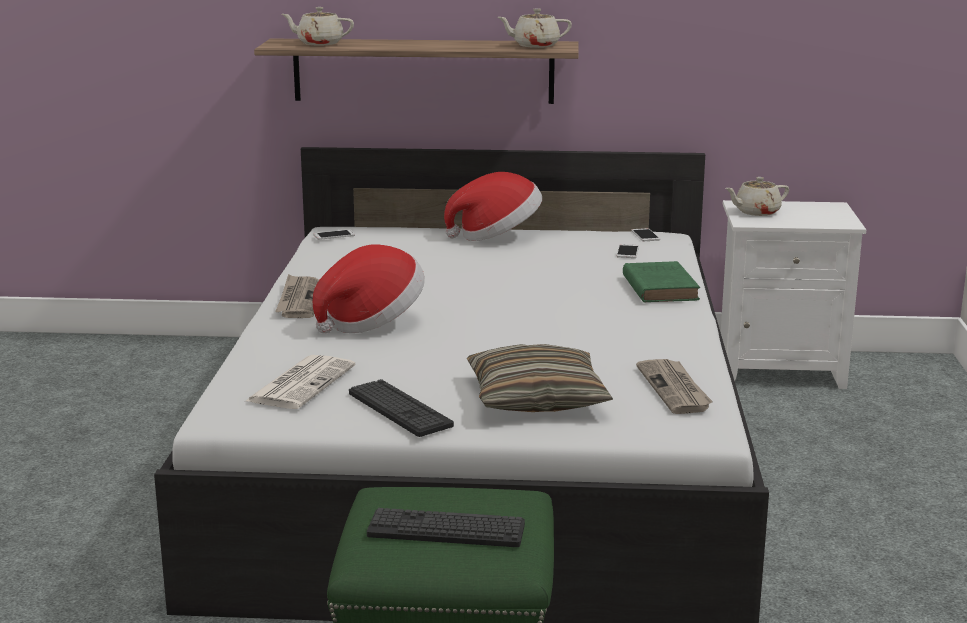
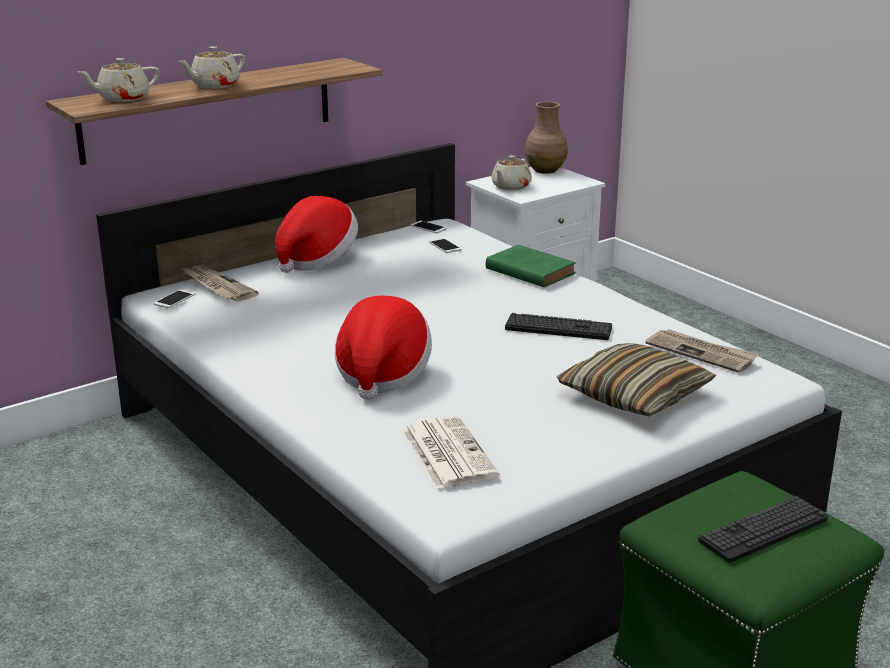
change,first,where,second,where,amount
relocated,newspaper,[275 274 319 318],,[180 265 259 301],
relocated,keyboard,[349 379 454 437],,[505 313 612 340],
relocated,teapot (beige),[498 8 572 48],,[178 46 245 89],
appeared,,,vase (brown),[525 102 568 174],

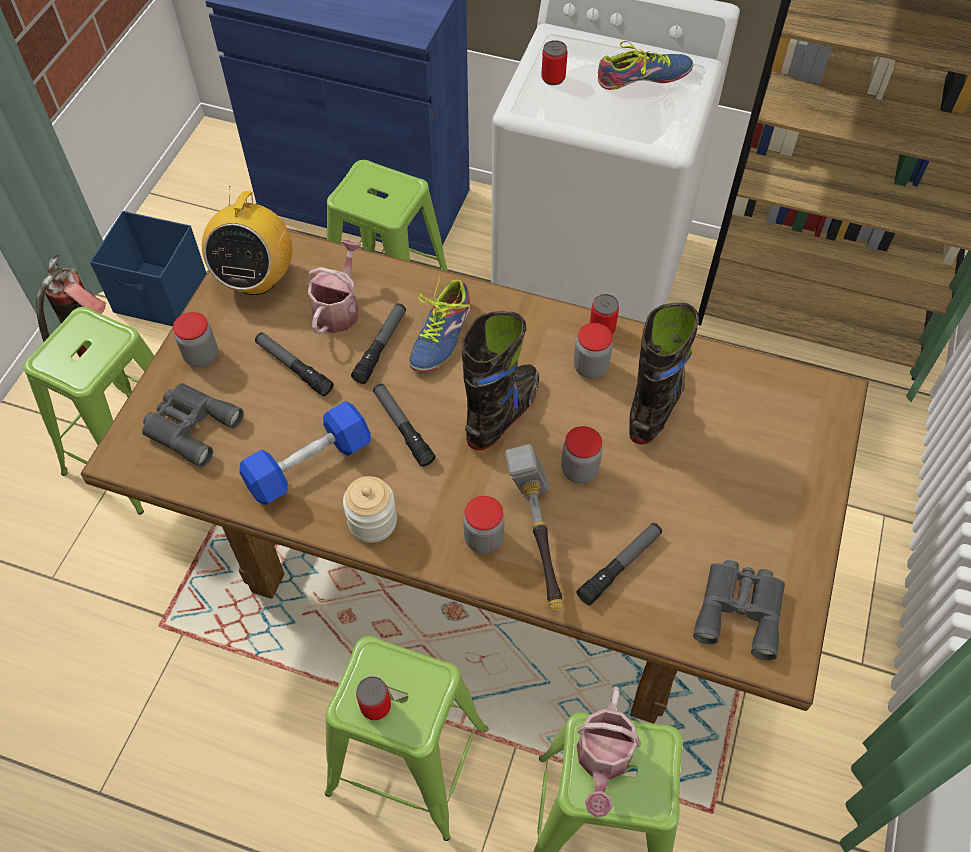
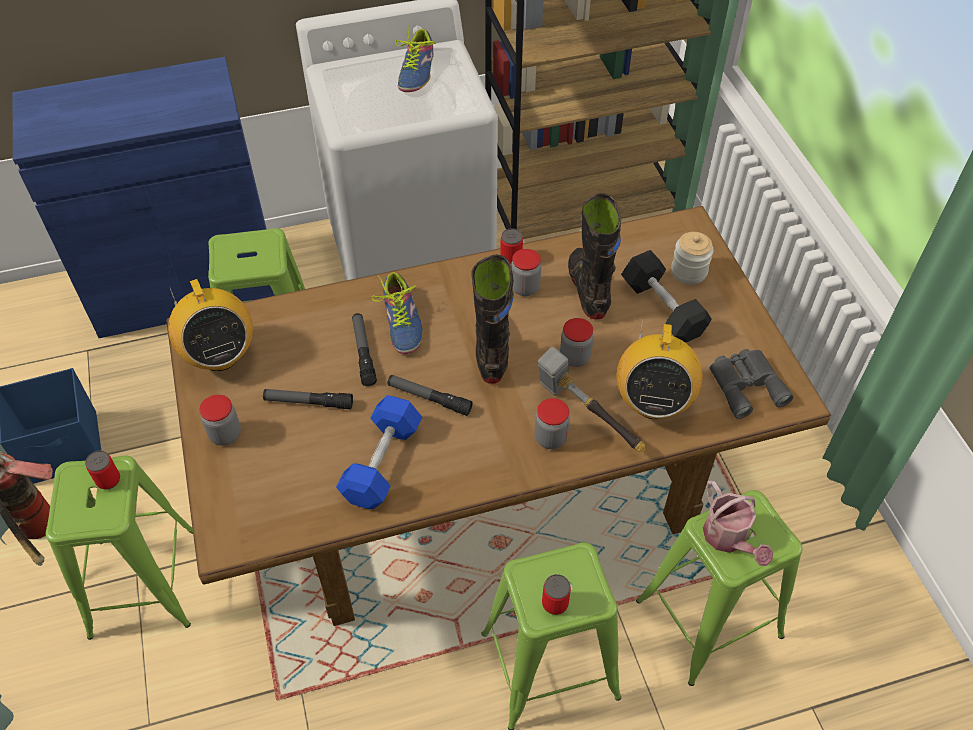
change,first,where,second,where,amount
missing,binoculars (grey),[142 383 244 467],,,
missing,watering can,[306 240 362 335],,,
relocated,jar,[343 476 397 543],,[671 232 714 284],
relocated,can,[541 40 568 85],,[85 451 120 490],
exchanged,flashlight,[576 523 662 605],radio,[616 318 702 419],
spun,shoe,[598 41 693 90],,[395 26 435 92],150 degrees clockwise
appeared,,,dumbbell (black),[621 250 712 343],

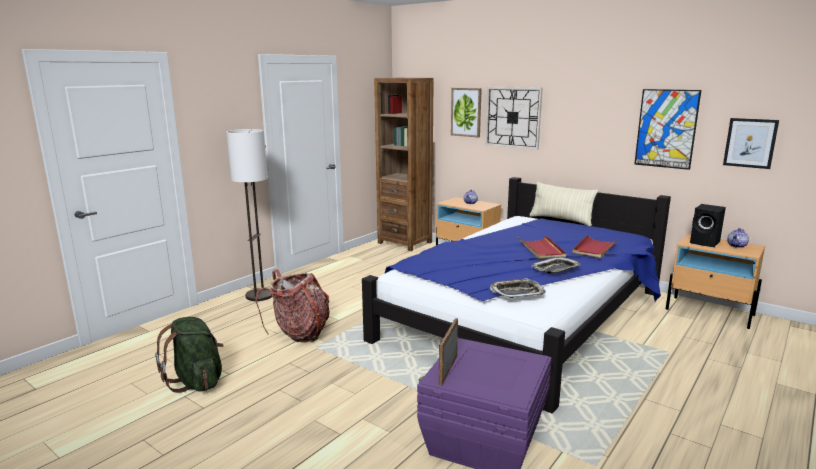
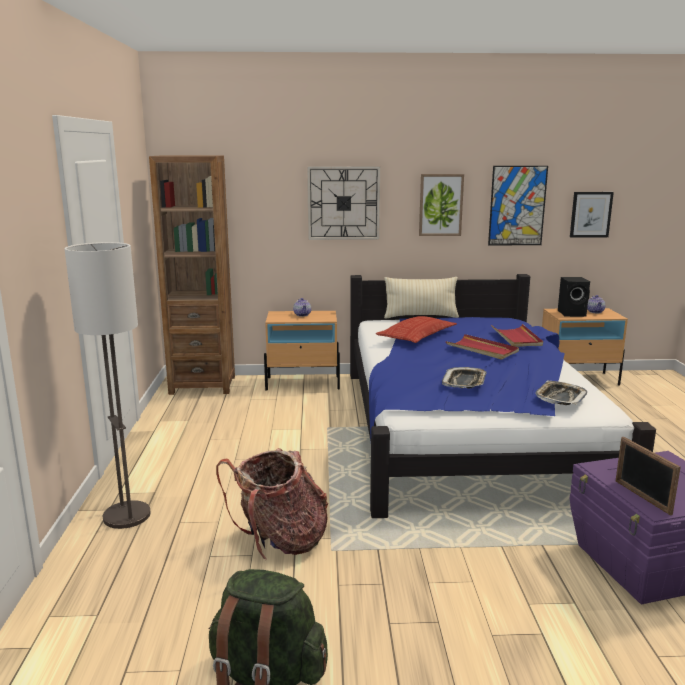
change,first,where,second,where,amount
relocated,picture,[451 88 482 138],,[419 174 464 236],
relocated,tray,[531 257 580 274],,[442 367 487 388],
appeared,,,pillow,[376 316 457 343],

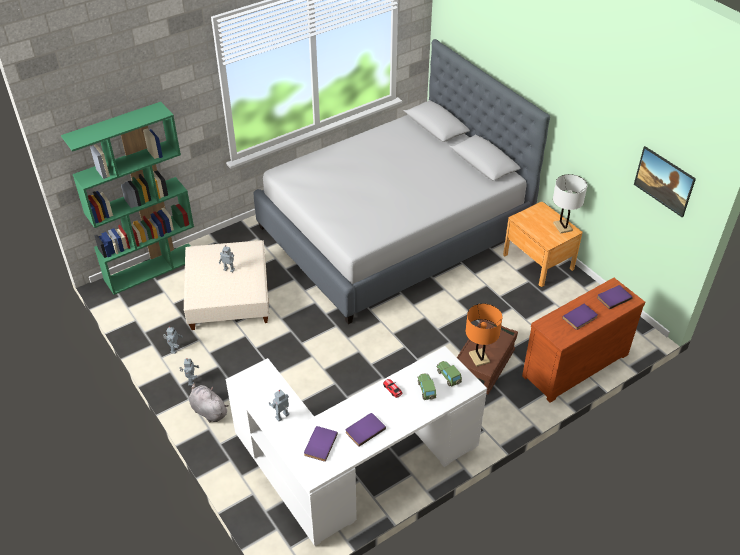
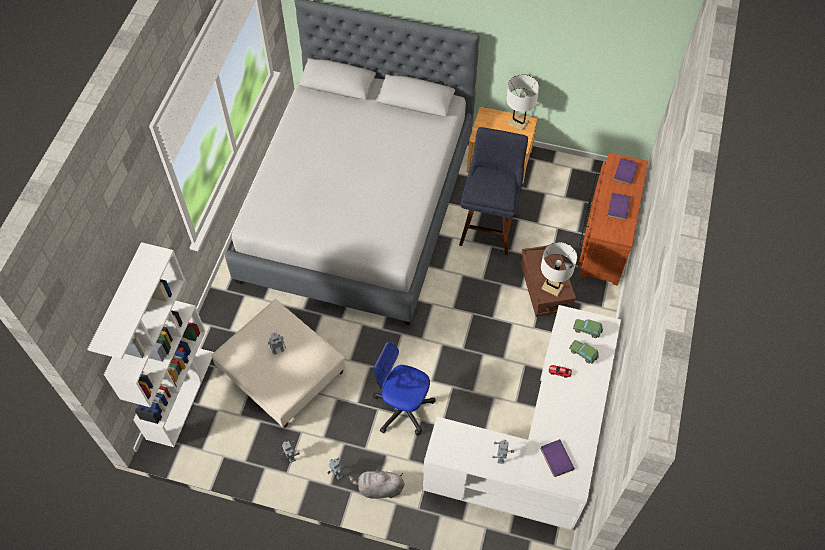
change,first,where,second,where,amount
colour,bookcase (green),[61 102 194 295],bookcase (white),[87 242 214 447],
missing,book (purple),[346 413 386 447],,,
colour,table lamp (orange),[465 304 502 367],table lamp (white),[541 242 577 297],
missing,picture,[634 146 696 217],,,
appeared,,,office chair,[373 342 436 435],
appeared,,,stool (blue),[459 127 528 255],

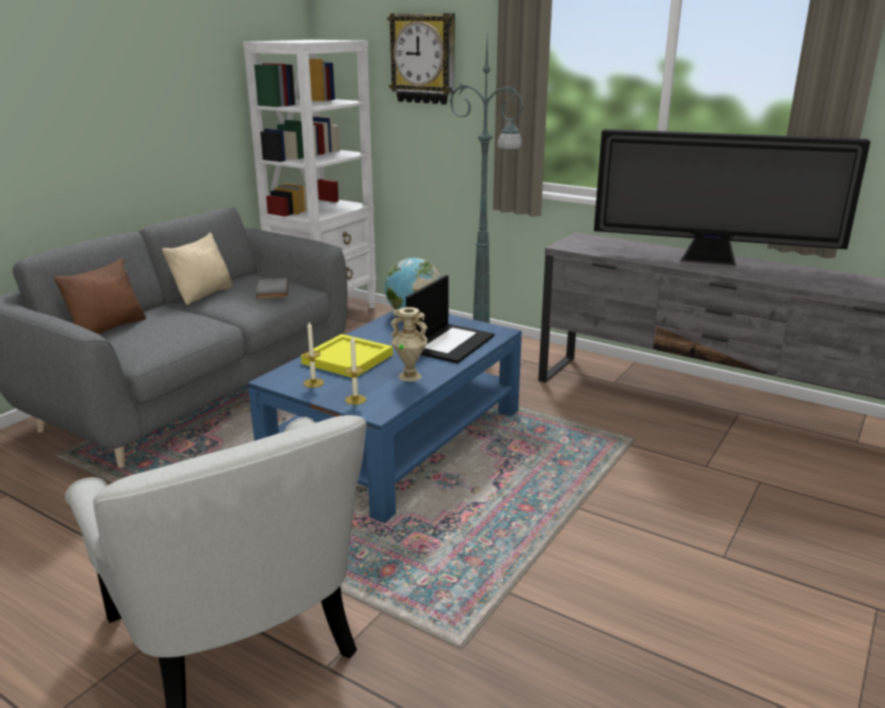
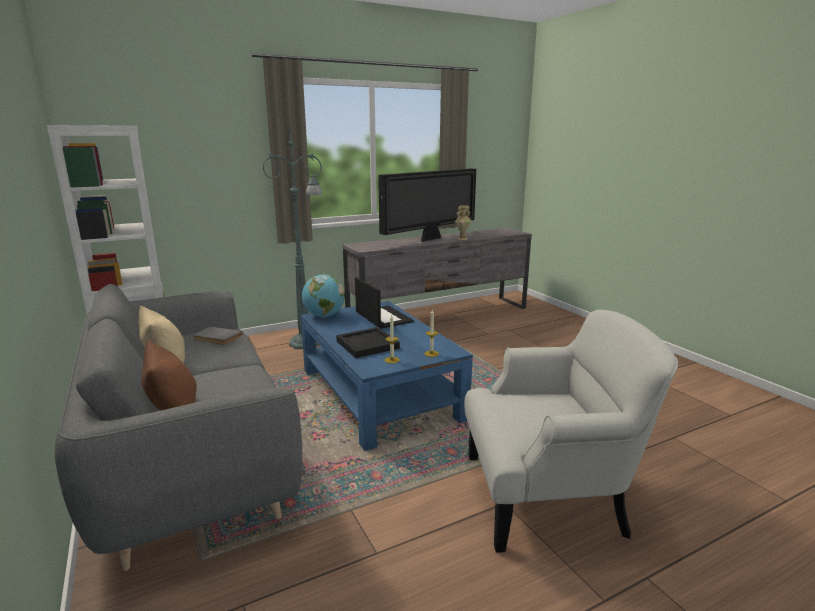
change,first,where,second,where,amount
colour,tray (yellow),[301 334 393 377],tray (black),[336 327 400 358],
missing,wall clock,[387 13 455 105],,,
relocated,vase (beige),[391 307 428 382],,[455 205 471 240],

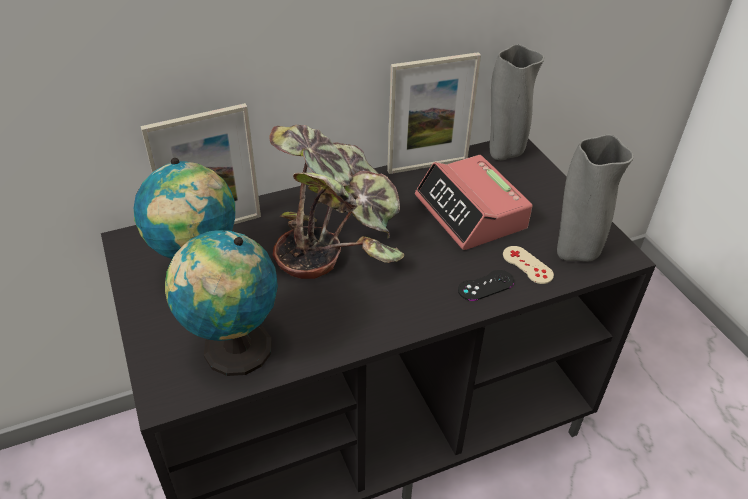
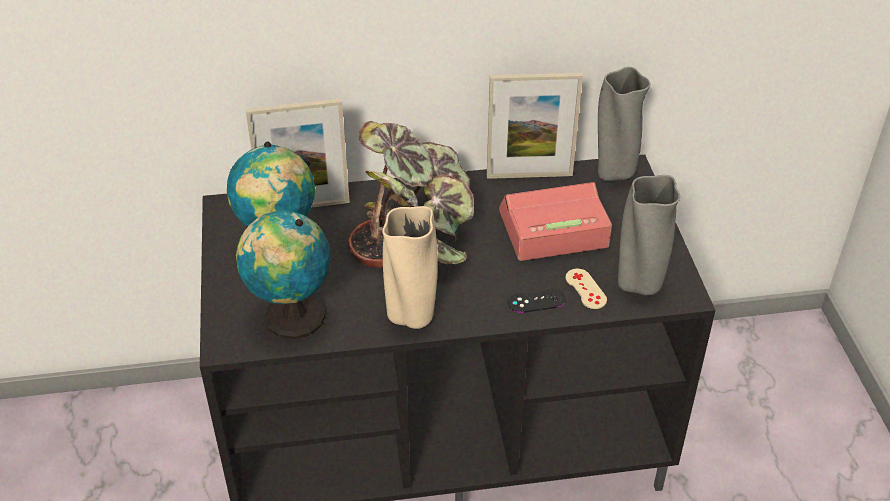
change,first,where,second,where,amount
spun,alarm clock,[415 155 533 250],,[499 182 612 261],90 degrees clockwise
appeared,,,vase (beige),[382 206 438 329],

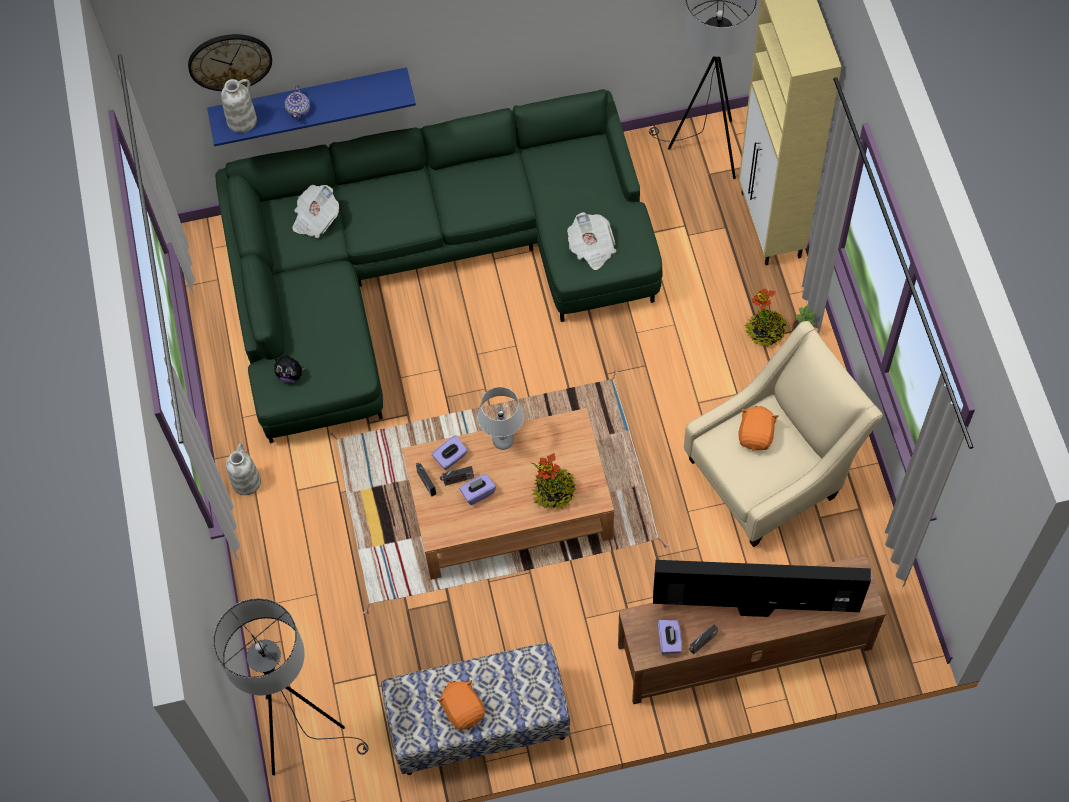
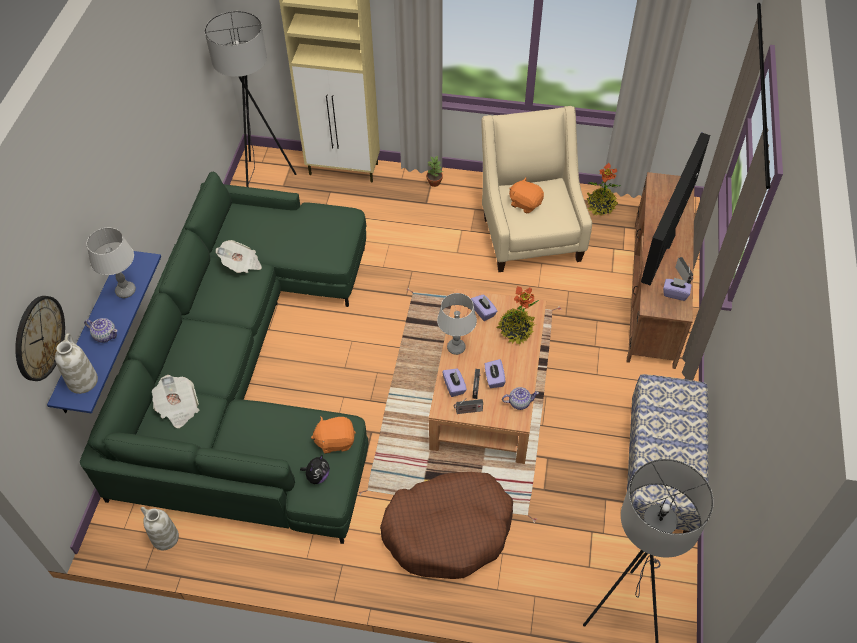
change,first,where,second,where,amount
relocated,vase (white),[226 443 261 495],,[140 507 179 550],
relocated,plush toy (orange),[437 680 485 730],,[311 416 356 454],
relocated,newspaper,[567 212 616 270],,[216 240 262 273],
relocated,potted plant,[744 288 787 347],,[587 163 621 215],
appeared,,,table lamp (grey),[87 228 136 298],
appeared,,,dog bed (brown),[380 472 513 579],
appeared,,,tissue box (purple),[471 294 497 321],
appeared,,,teapot,[502 387 539 410],

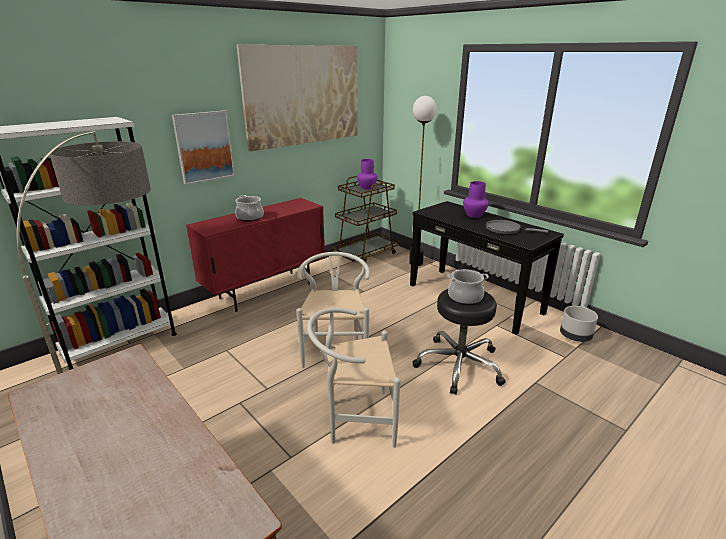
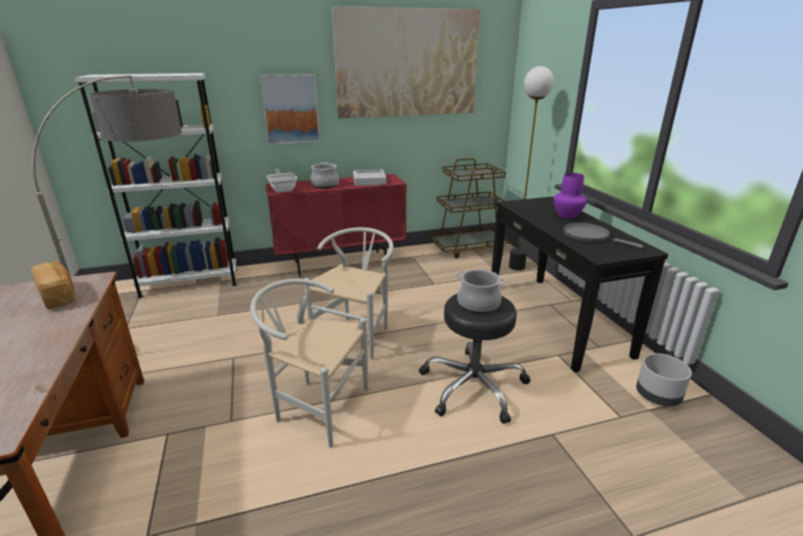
change,first,where,second,where,amount
missing,vase (purple),[357 159 378 189],,,
appeared,,,bread,[31 261 75 309],
appeared,,,frying pan,[266 169 297 193],
appeared,,,tray (grey),[353 169 387 186],

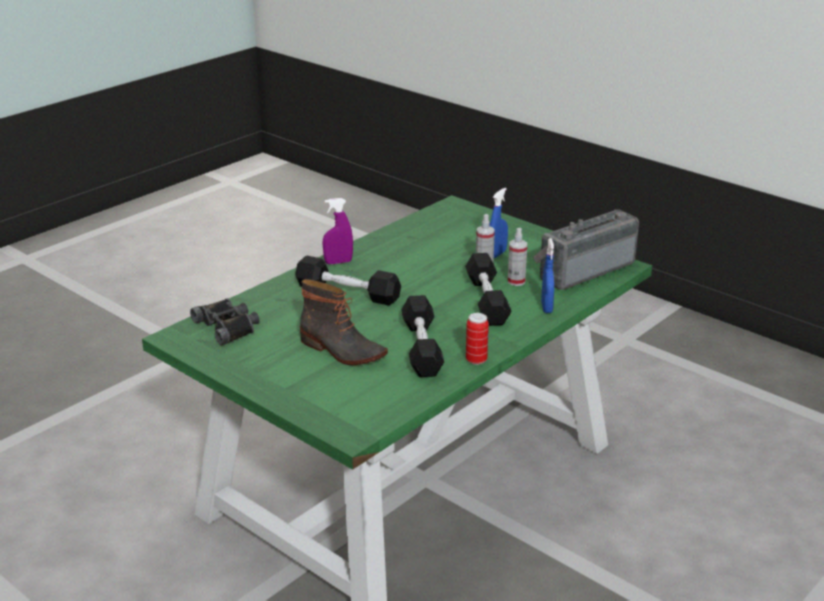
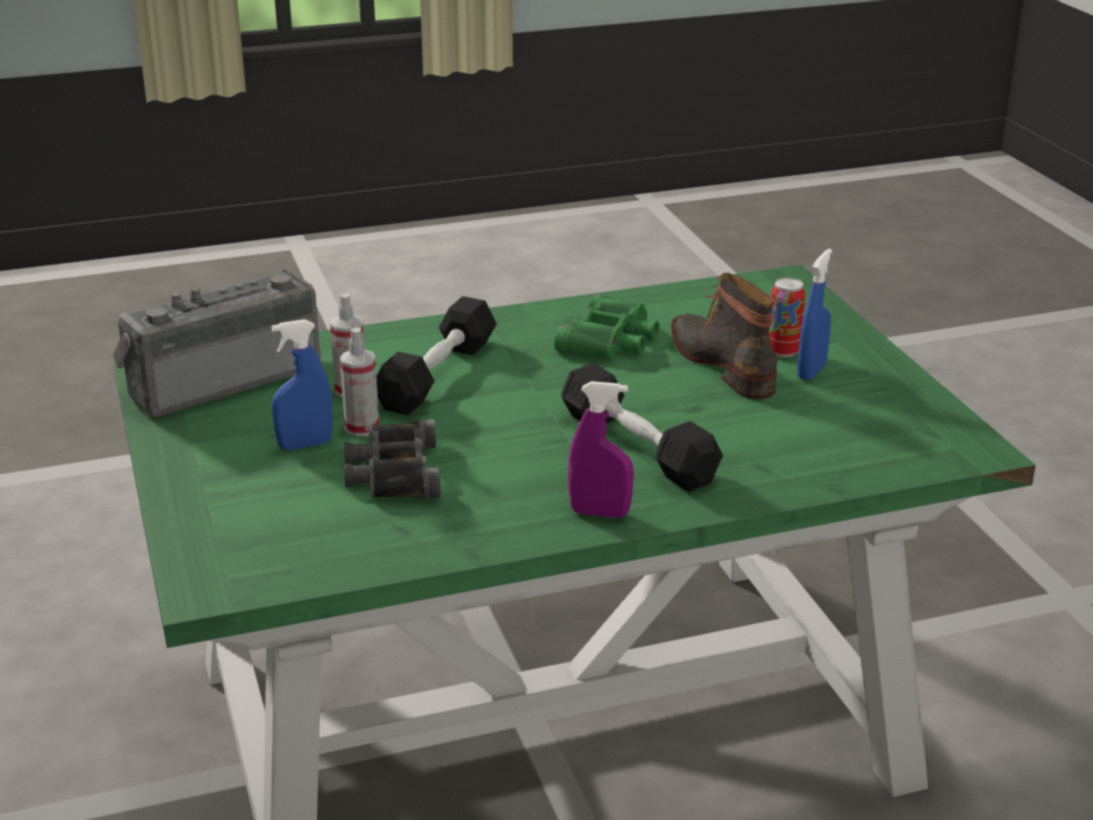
change,first,where,second,where,amount
relocated,binoculars (black),[190 298 259 345],,[344 419 441 499],
exchanged,dumbbell (black),[401 295 444 377],binoculars (green),[554 294 659 359],
relocated,can,[466 313 489 365],,[769 278 805 358],
spun,radio,[533 209 639 290],,[113 270 321 417],150 degrees clockwise
relocated,spray bottle (blue),[541 238 554 313],,[797 249 832 380],

